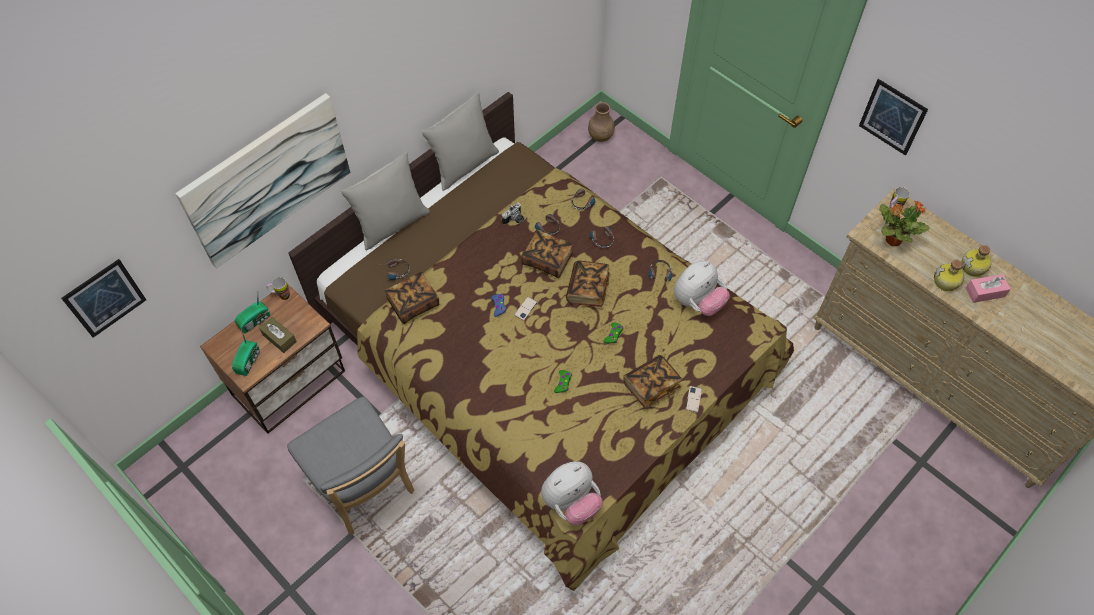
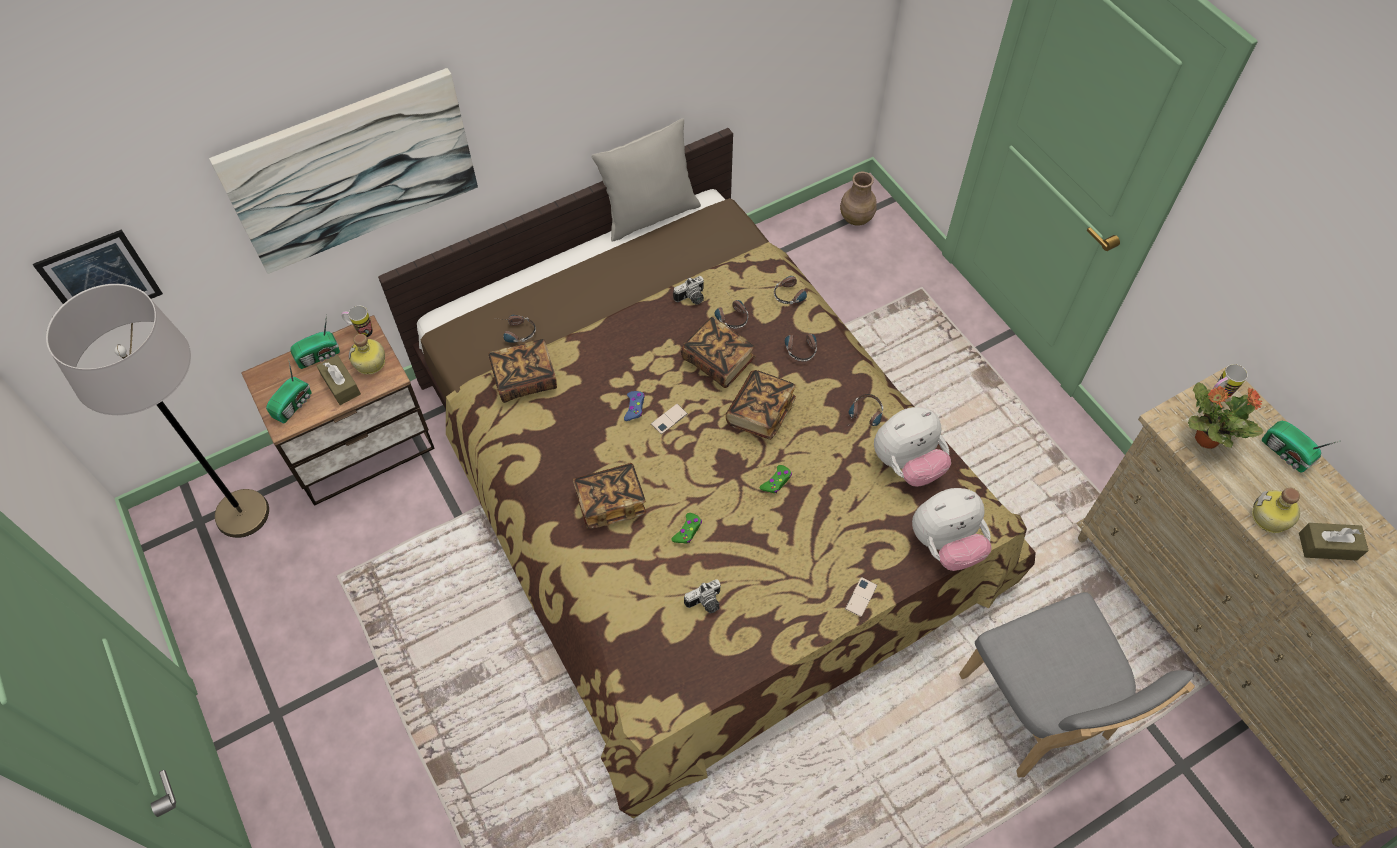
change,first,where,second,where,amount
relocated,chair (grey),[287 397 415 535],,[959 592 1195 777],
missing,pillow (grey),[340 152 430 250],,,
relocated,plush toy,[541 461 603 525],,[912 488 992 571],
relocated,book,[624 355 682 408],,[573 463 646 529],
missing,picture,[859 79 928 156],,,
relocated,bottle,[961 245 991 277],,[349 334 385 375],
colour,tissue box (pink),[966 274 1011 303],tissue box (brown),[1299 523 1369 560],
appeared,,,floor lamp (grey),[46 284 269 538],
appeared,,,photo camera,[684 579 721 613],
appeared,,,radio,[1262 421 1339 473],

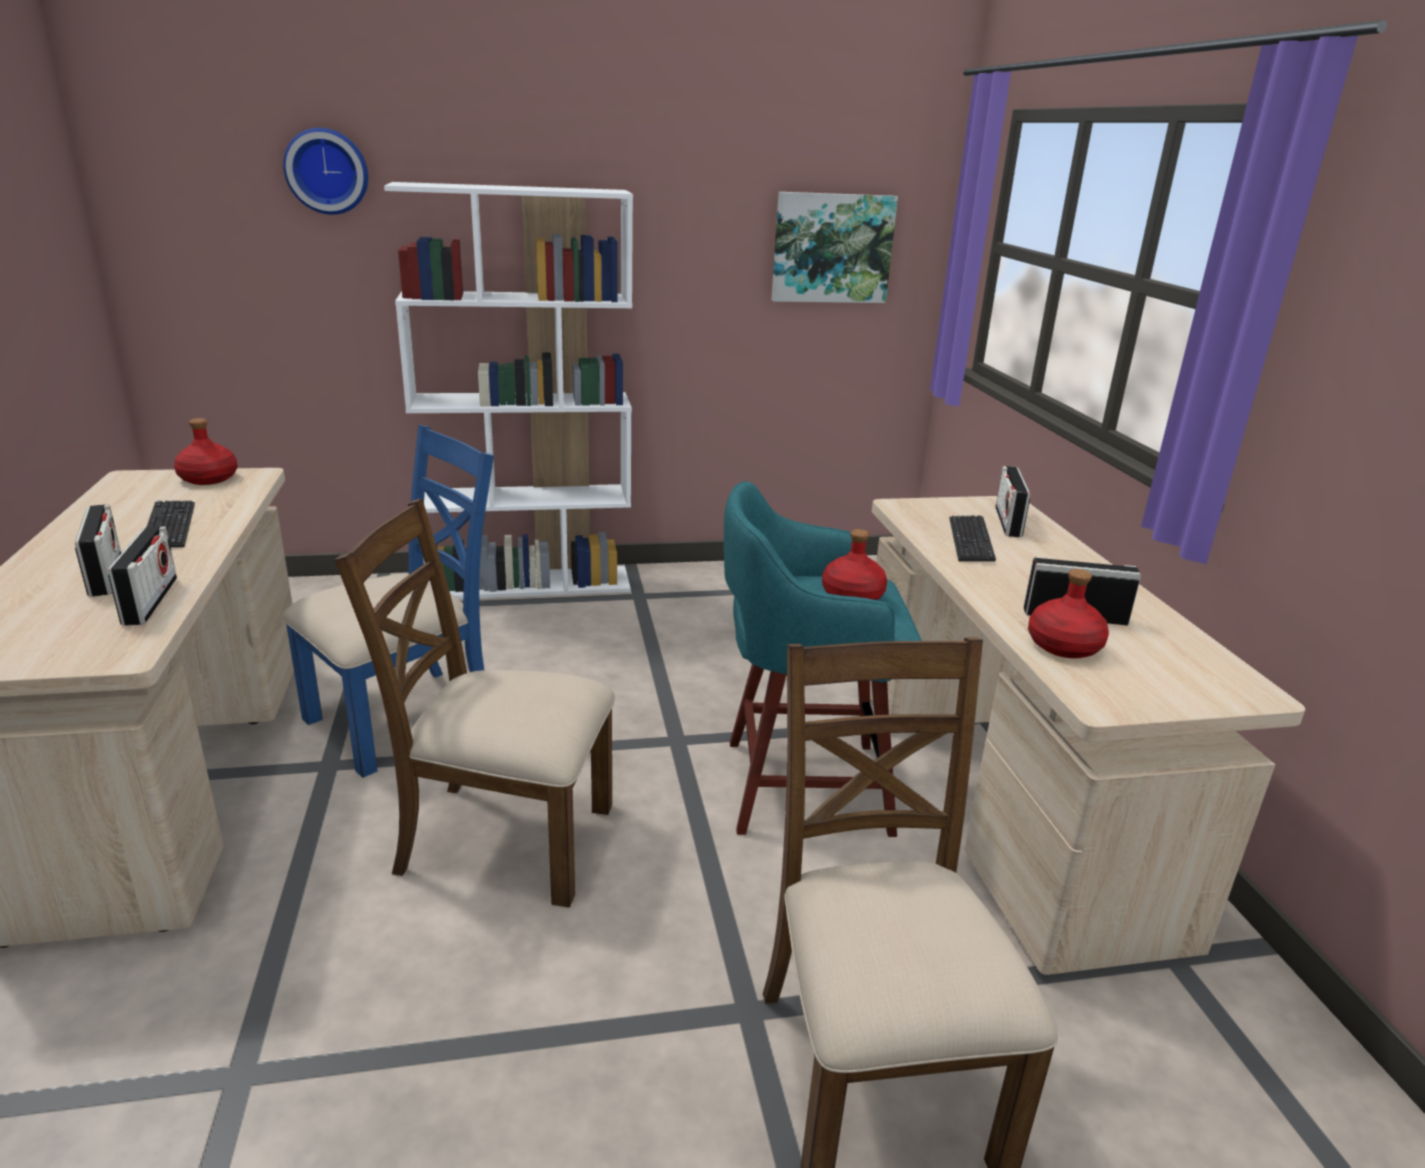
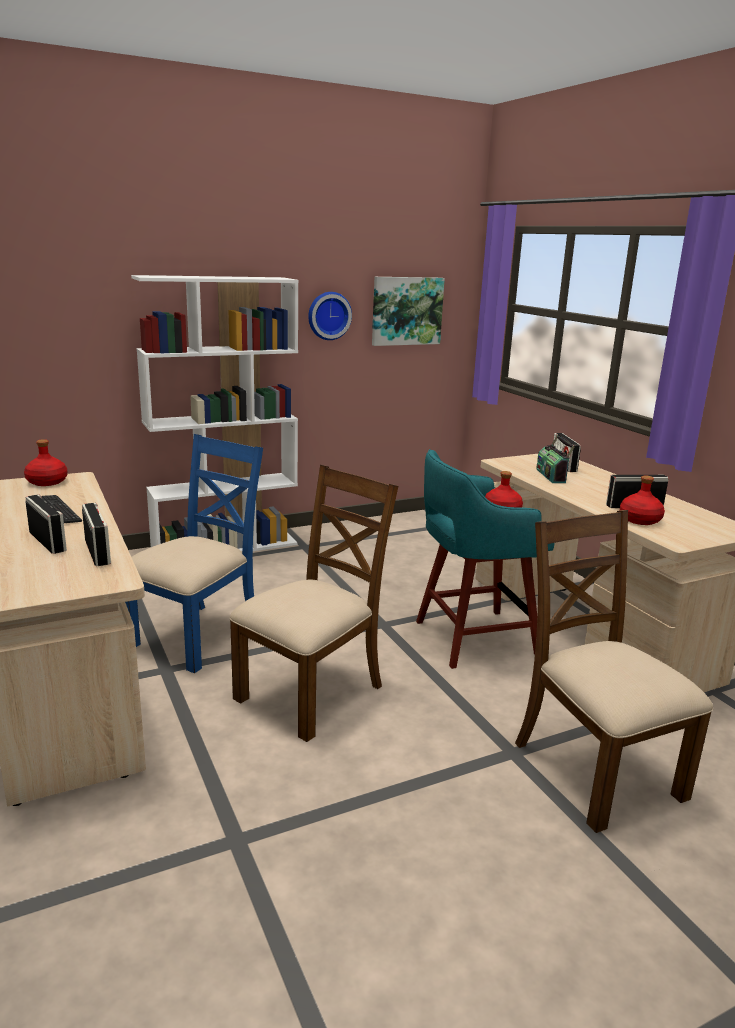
change,first,where,second,where,amount
relocated,wall clock,[283 128 368 215],,[308 292 352 340],
spun,chair (brown),[335 498 615 908],,[229 465 398 742],135 degrees clockwise
exchanged,keyboard,[949 516 996 562],radio,[536 435 575 483],

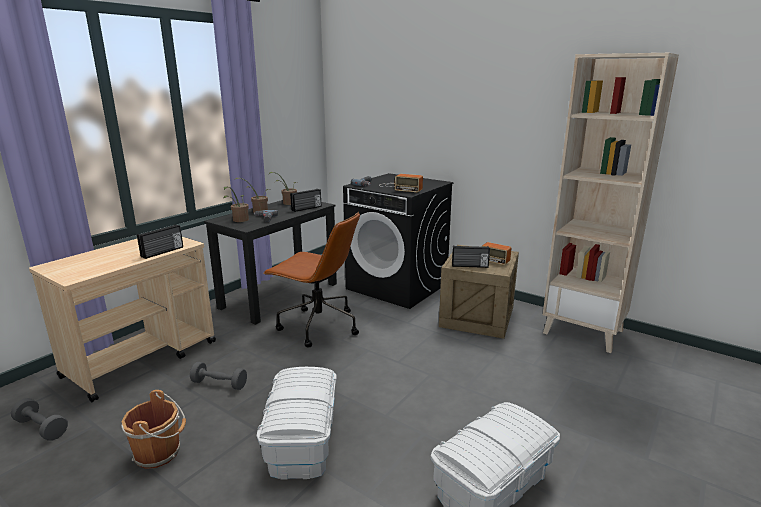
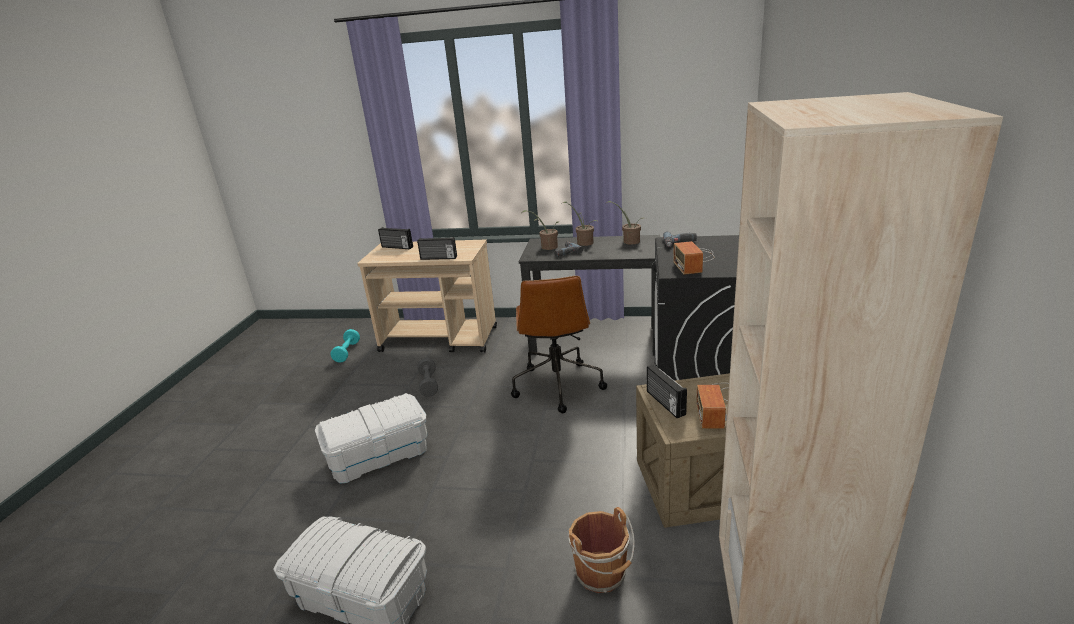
change,first,where,second,where,amount
colour,dumbbell (grey),[11 398 68 441],dumbbell (turquoise),[331 329 360 363],
relocated,bucket (brown),[121 390 186 469],,[568 507 635 593],
relocated,radio,[290 189 321 212],,[378 227 413 249],

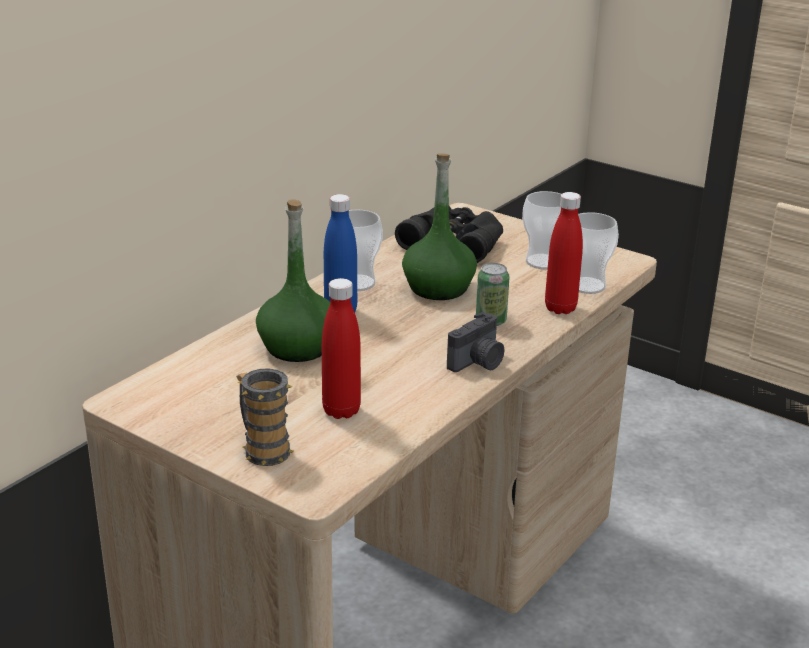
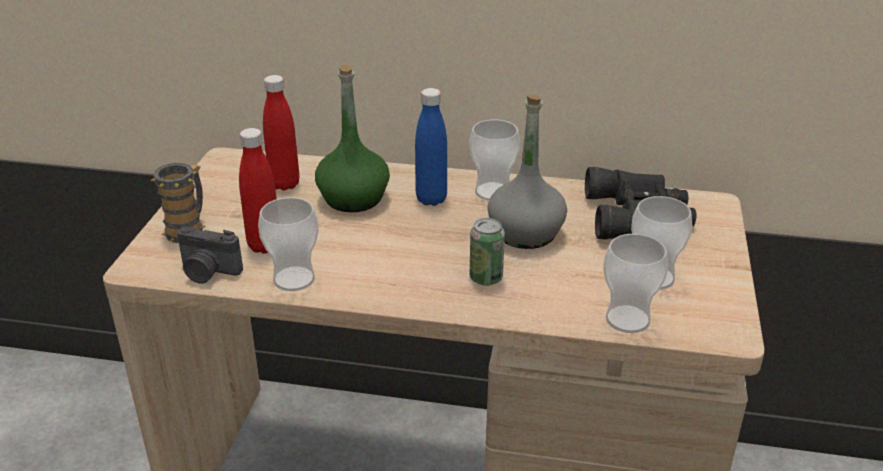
change,first,where,second,where,amount
colour,bottle (green),[402 153 477 300],bottle (grey),[487 94 567 249],
relocated,photo camera,[447 312 504 372],,[177 227 243 284],
relocated,bottle (red),[545 192 583 314],,[263 75 299 190],
appeared,,,cup,[258 197 319 291],

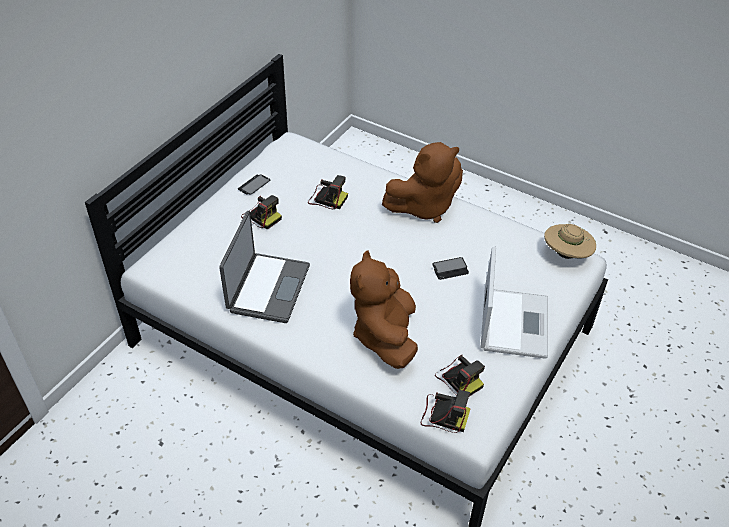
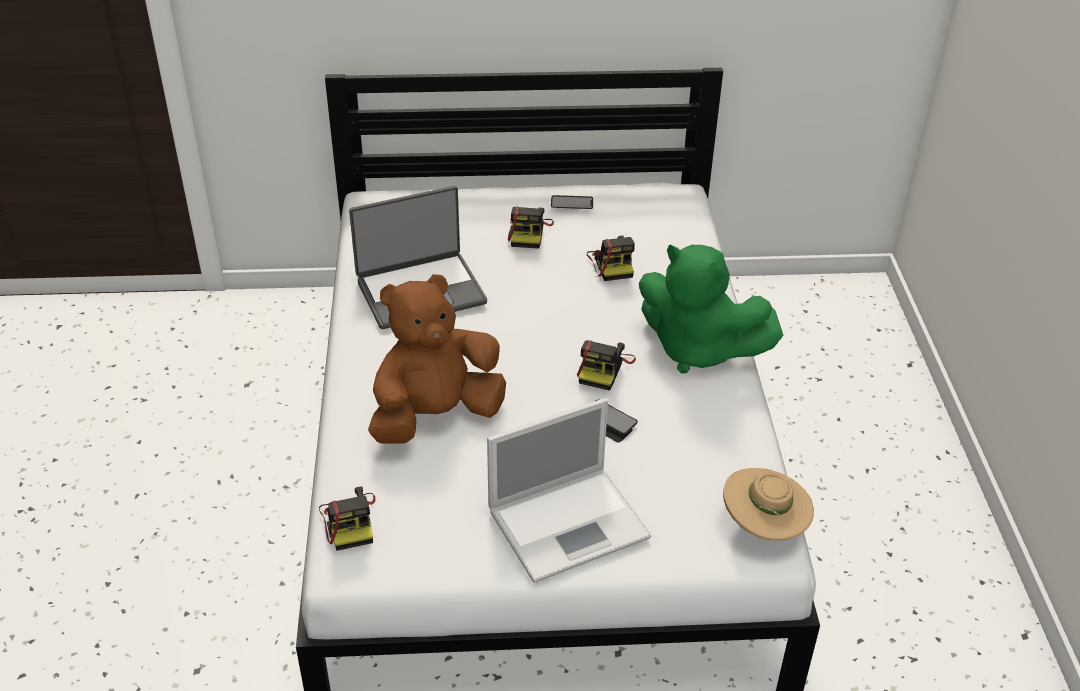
change,first,where,second,where,amount
colour,plush toy (brown),[382 142 463 223],plush toy (green),[639 245 783 374],
relocated,photo camera,[435 355 485 396],,[577 340 636 391],

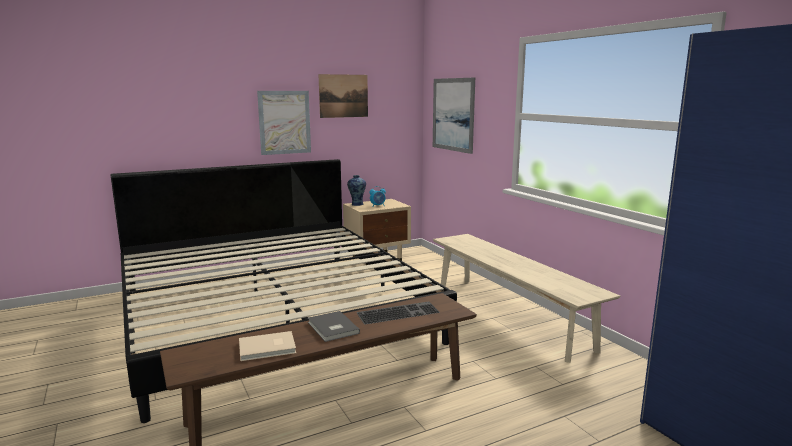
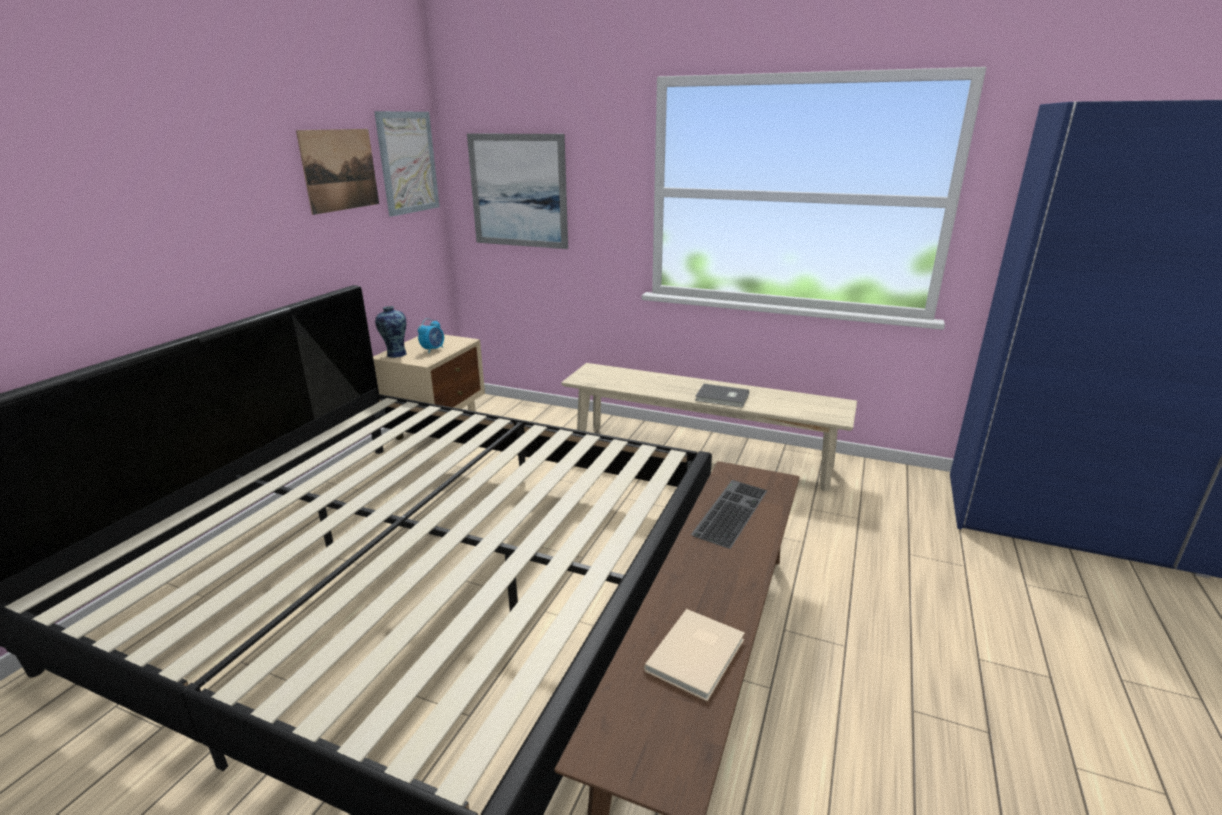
change,first,where,second,where,amount
relocated,picture,[257 91 311 155],,[374 111 440 217],
relocated,book (grey),[308 311 360 342],,[695 384 749 408],

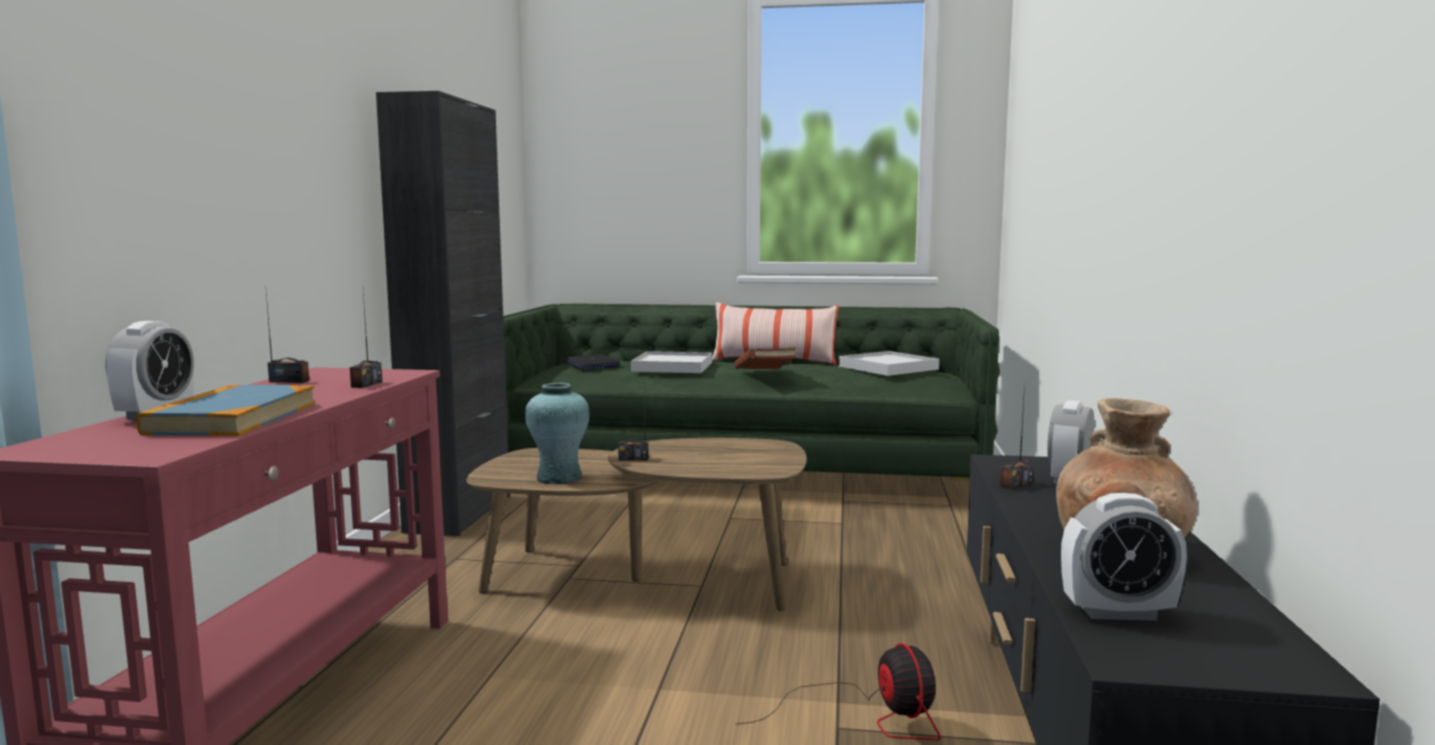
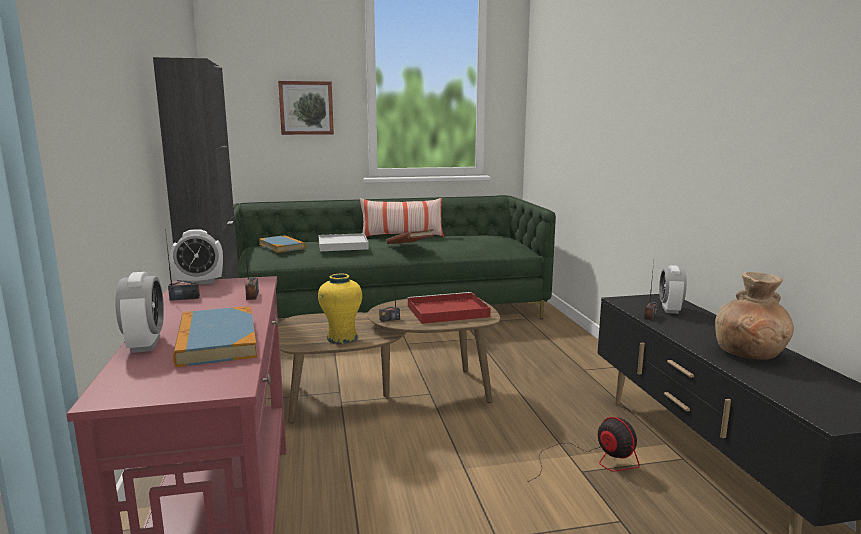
change,first,where,second,where,amount
colour,vase (turquoise),[525 383 589 484],vase (yellow),[318 273 362 344],
exchanged,laptop,[563 354 621 369],book,[259 235 305 253],
missing,tray (white),[839 351 939 376],,,
relocated,alarm clock,[1061 493 1187 621],,[170 229 223 284],
appeared,,,picture,[278 81 334 135],
appeared,,,tray (red),[407 292 491 324],

